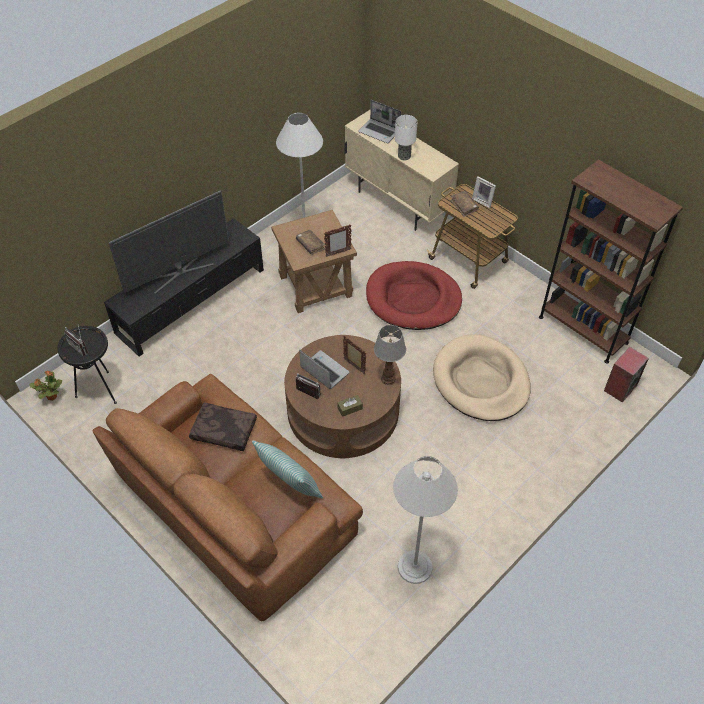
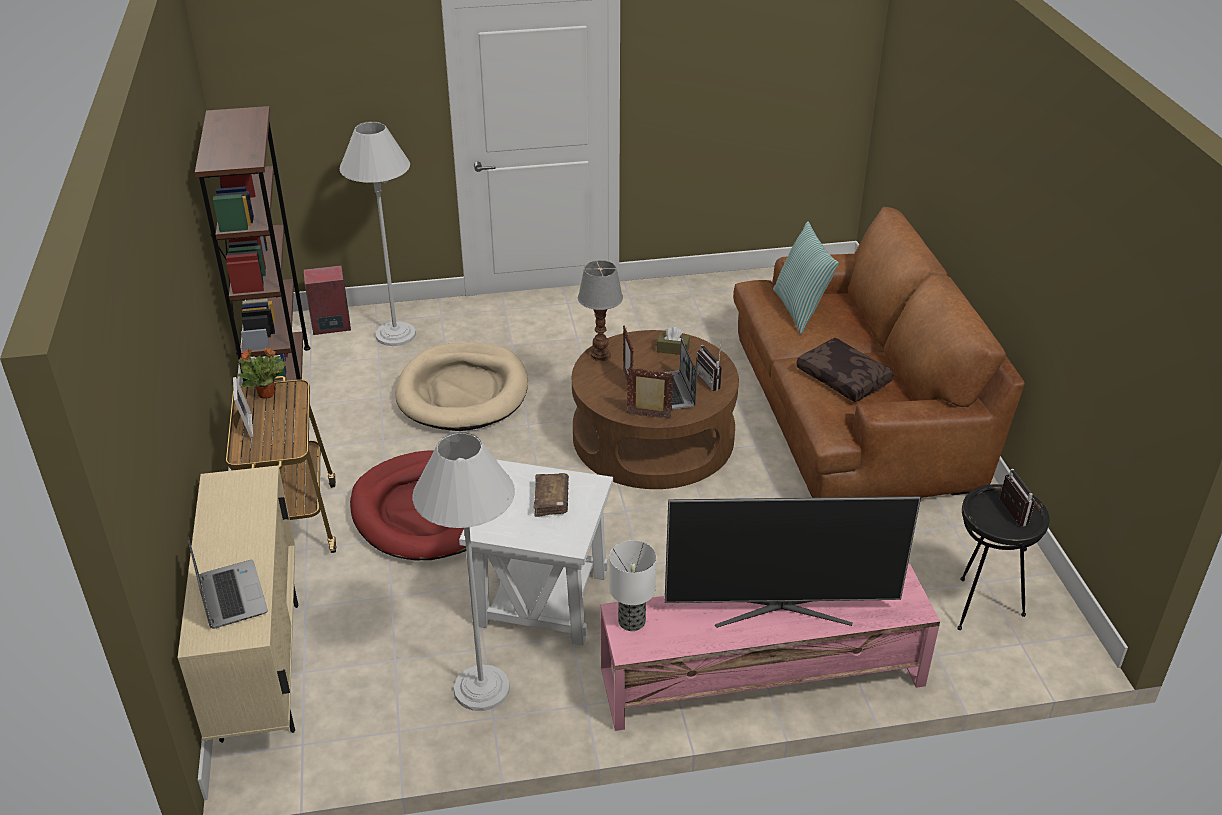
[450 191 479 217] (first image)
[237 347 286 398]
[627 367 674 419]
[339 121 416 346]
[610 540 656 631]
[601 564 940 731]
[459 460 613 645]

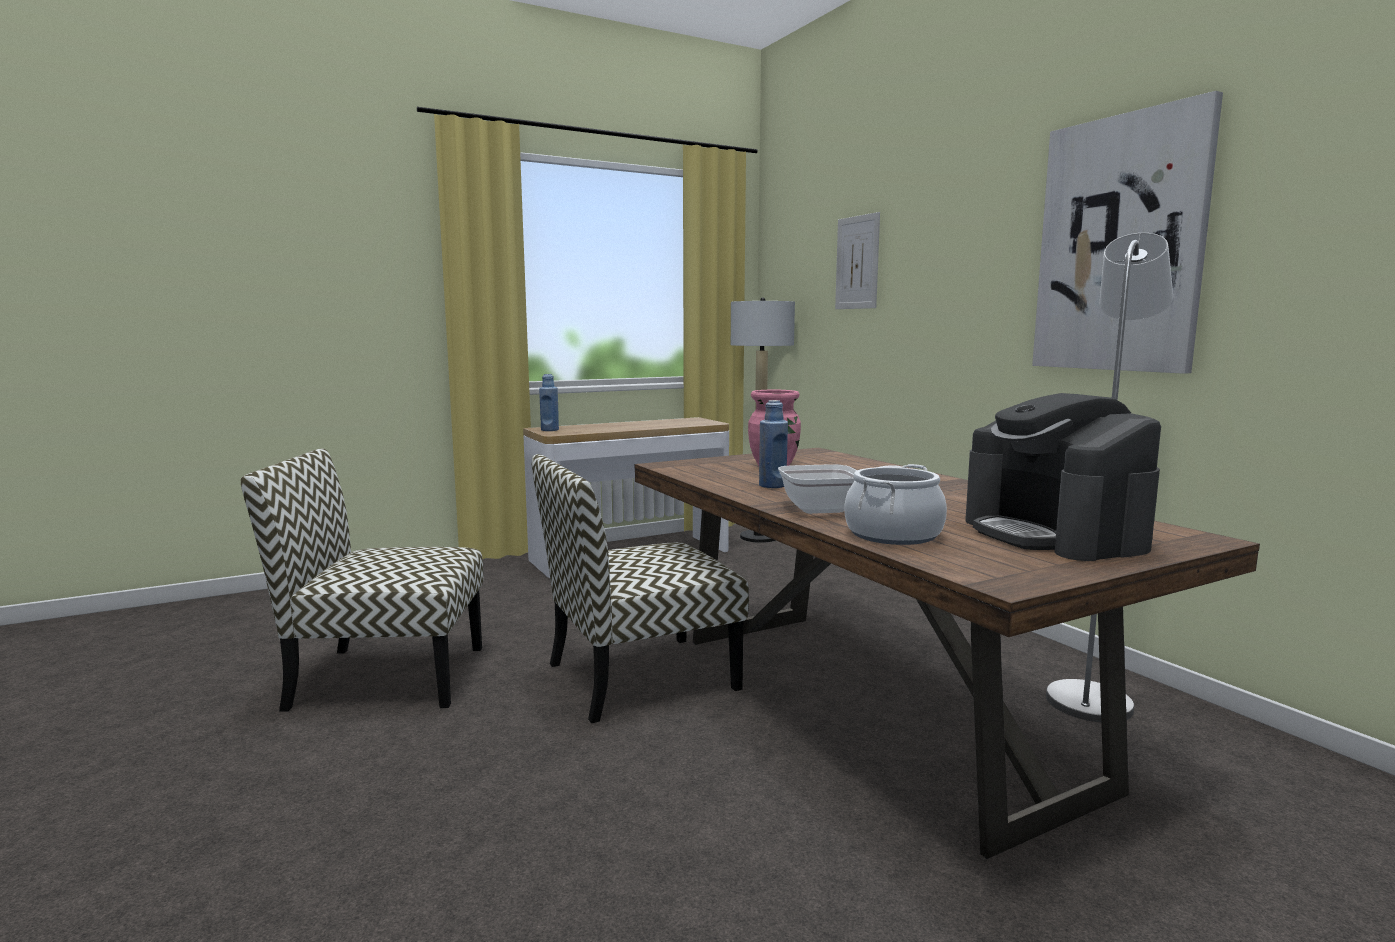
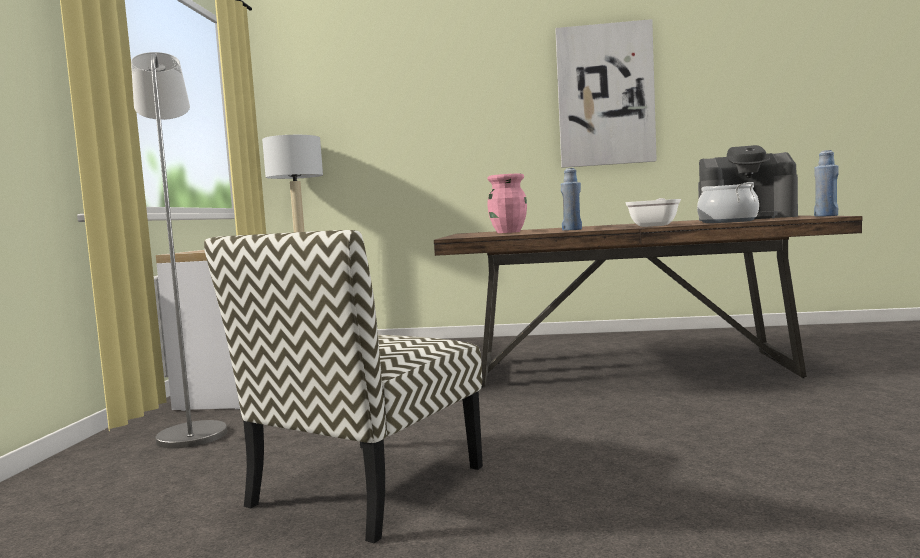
[531 454 749 723] (first image)
[835 212 880 309] (first image)
[814 150 839 217]
[131 52 227 449]

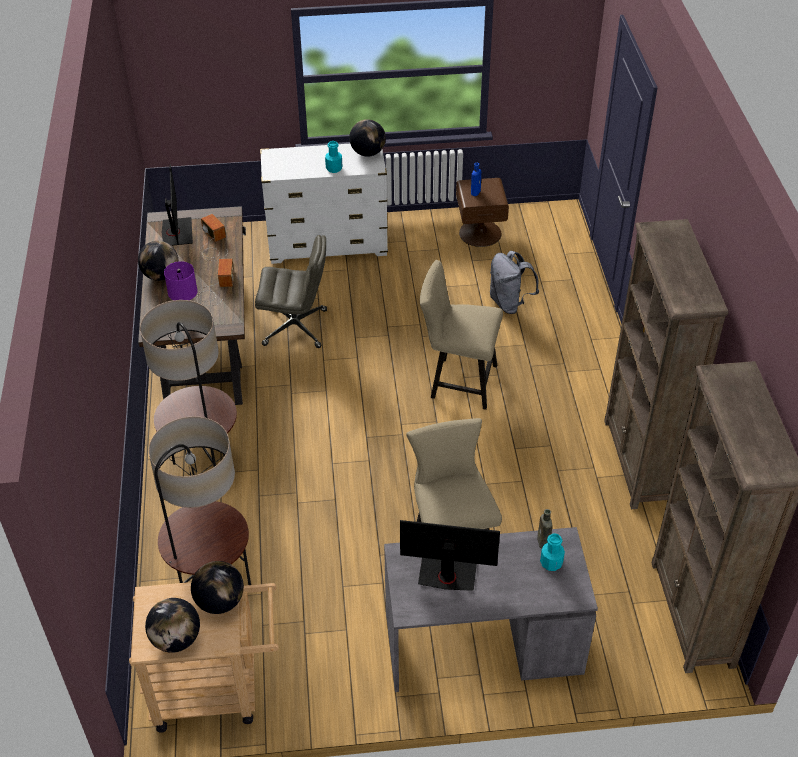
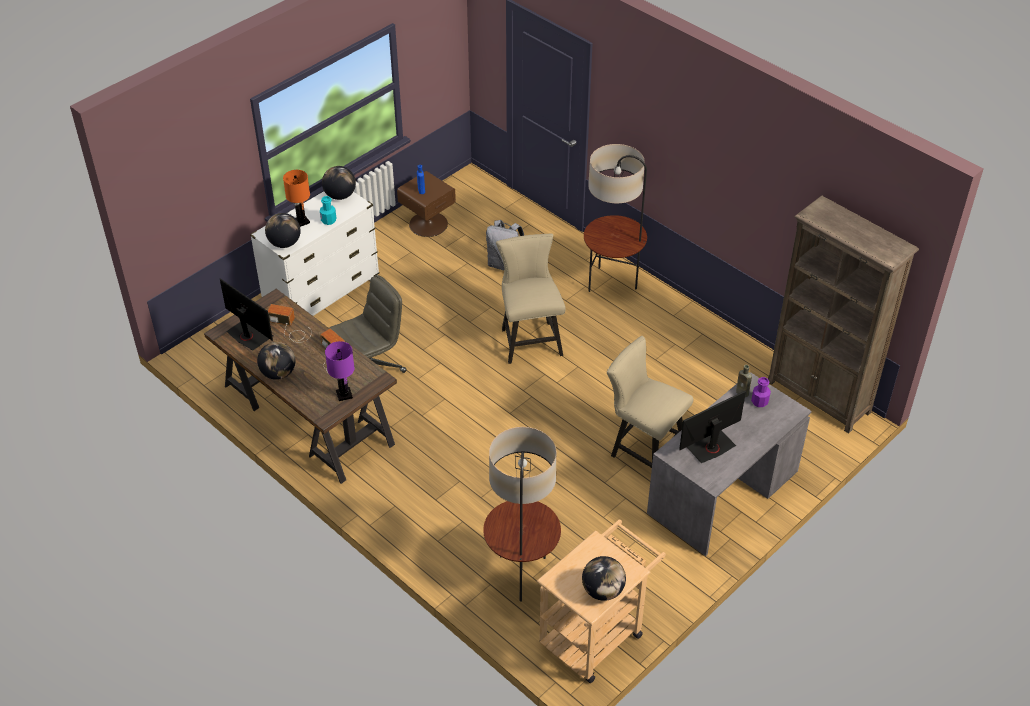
[604 219 728 509] (first image)
[283 170 310 227]
[584 144 647 292]
[265 213 301 248]
[751 377 771 407]
[496 234 566 364]

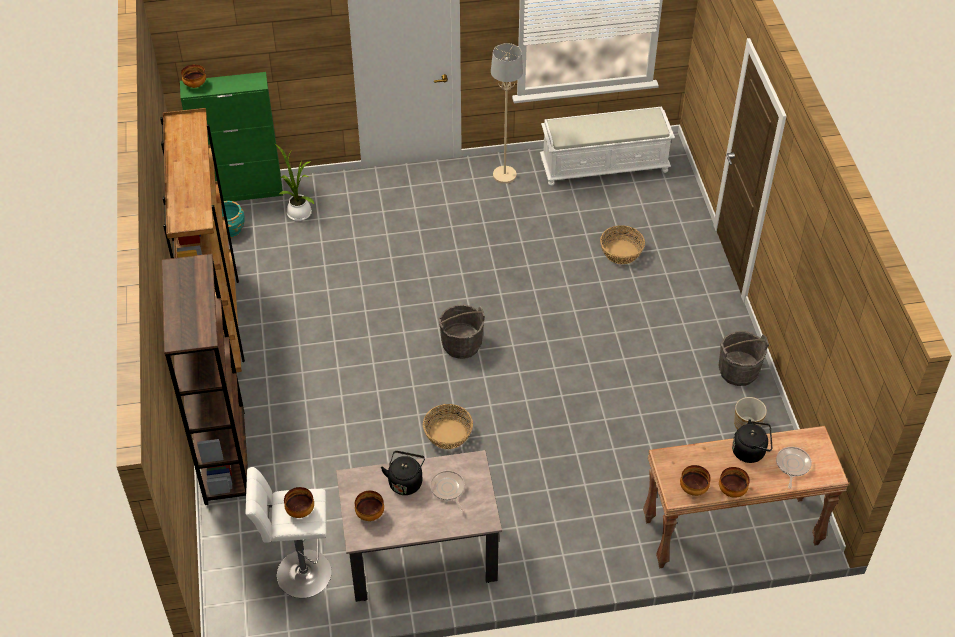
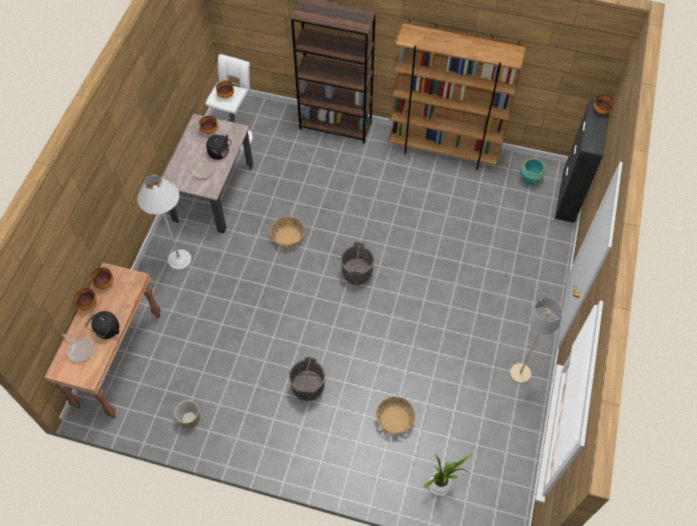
[540 106 675 186] (first image)
[137 175 191 270]
[424 453 472 495]
[289 356 325 401]
[555 100 609 223]

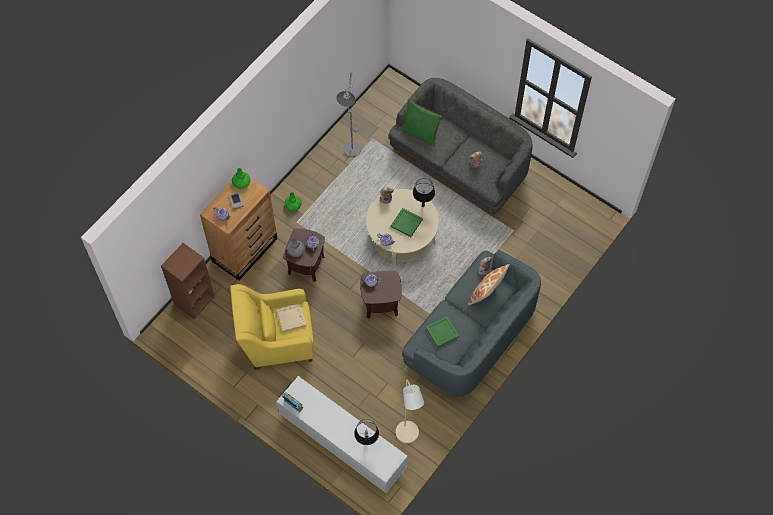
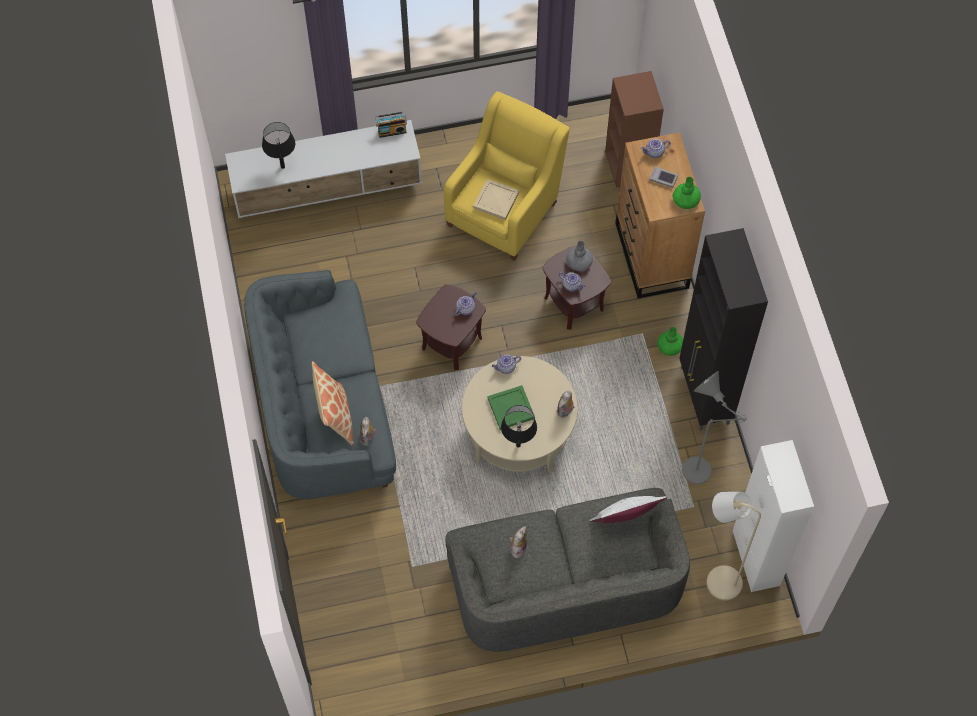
[426 316 459 348] (first image)
[679 228 768 431]
[733 440 814 592]
[707 492 761 600]
[590 496 667 523]

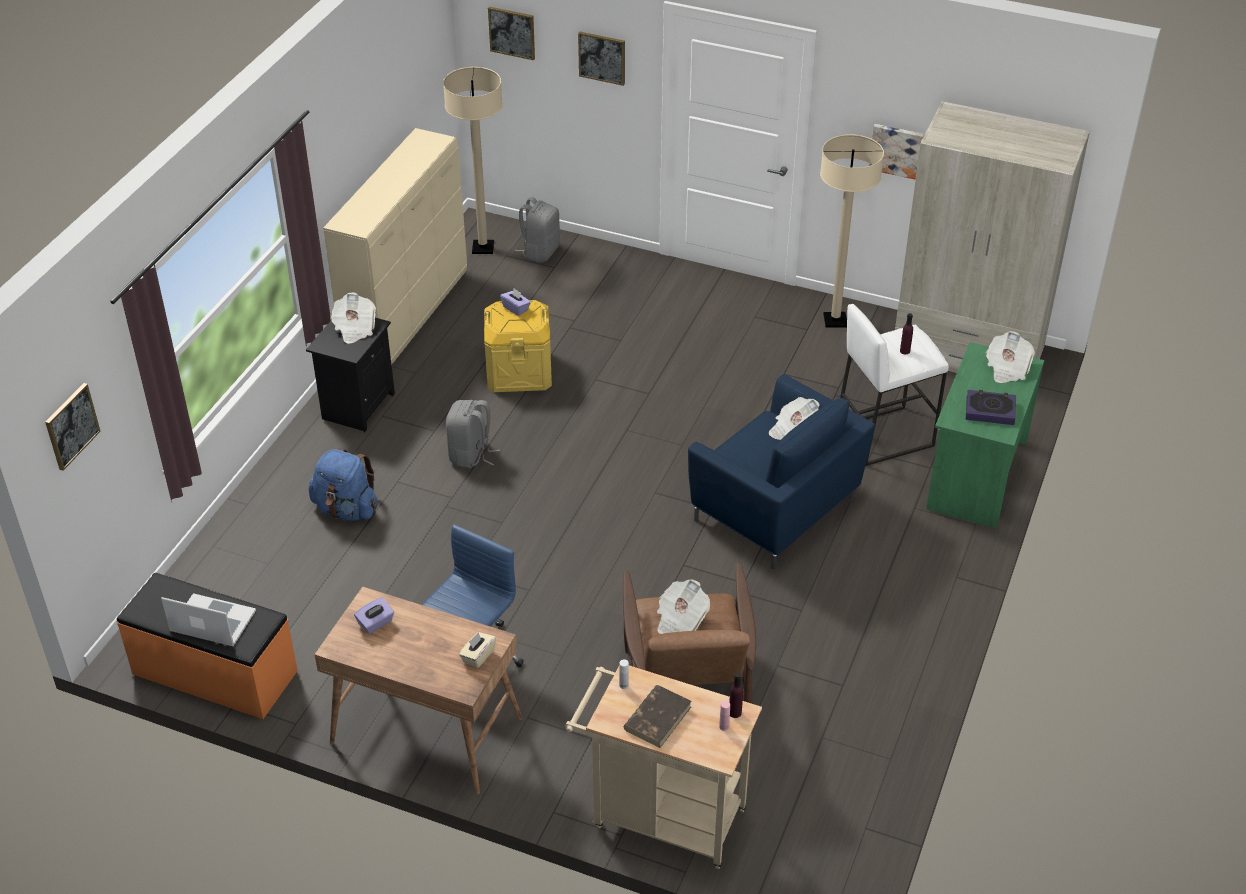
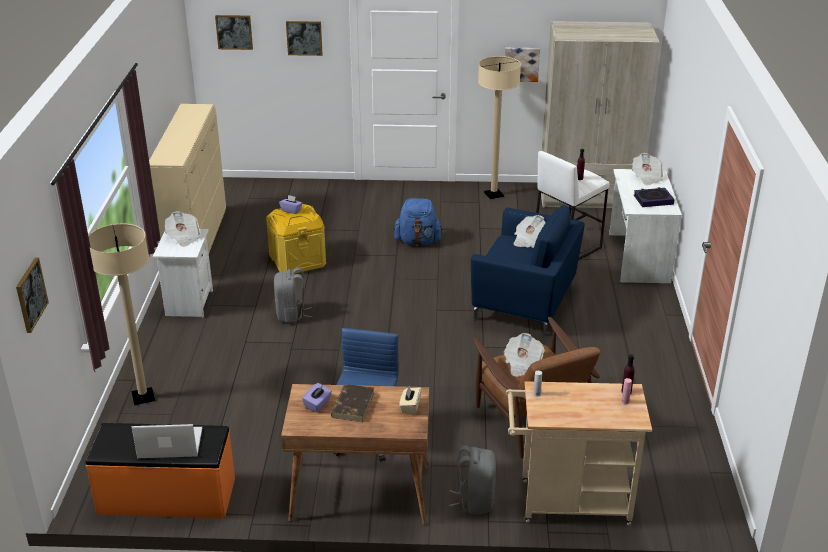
[394 198 443 245]
[88 224 155 405]
[449 445 496 514]
[331 384 374 422]
[153 229 213 318]
[609 169 682 283]

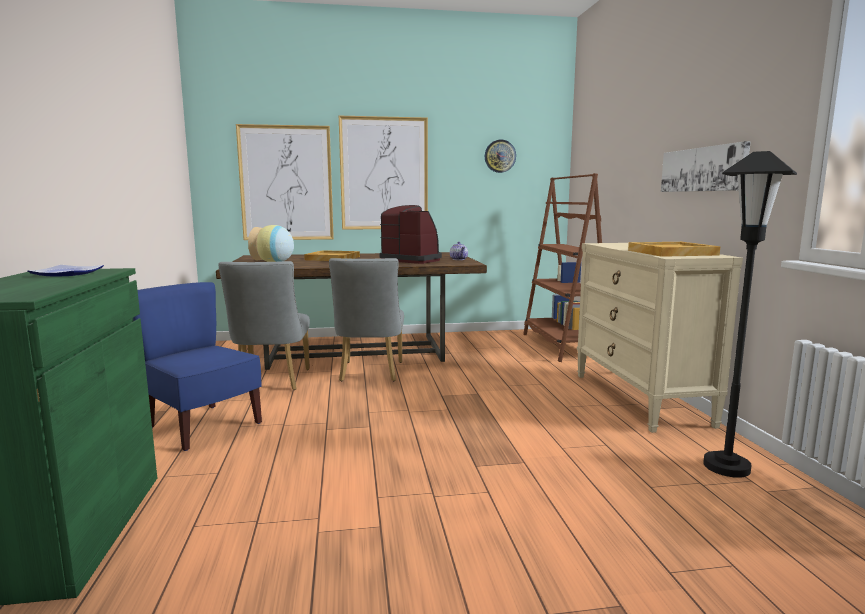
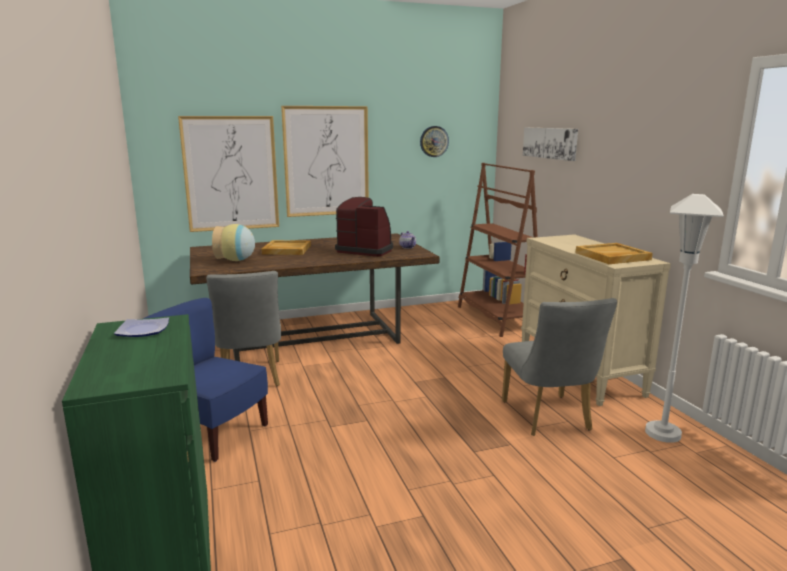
[502 298 617 436]
[523 127 578 161]
[645 194 724 443]

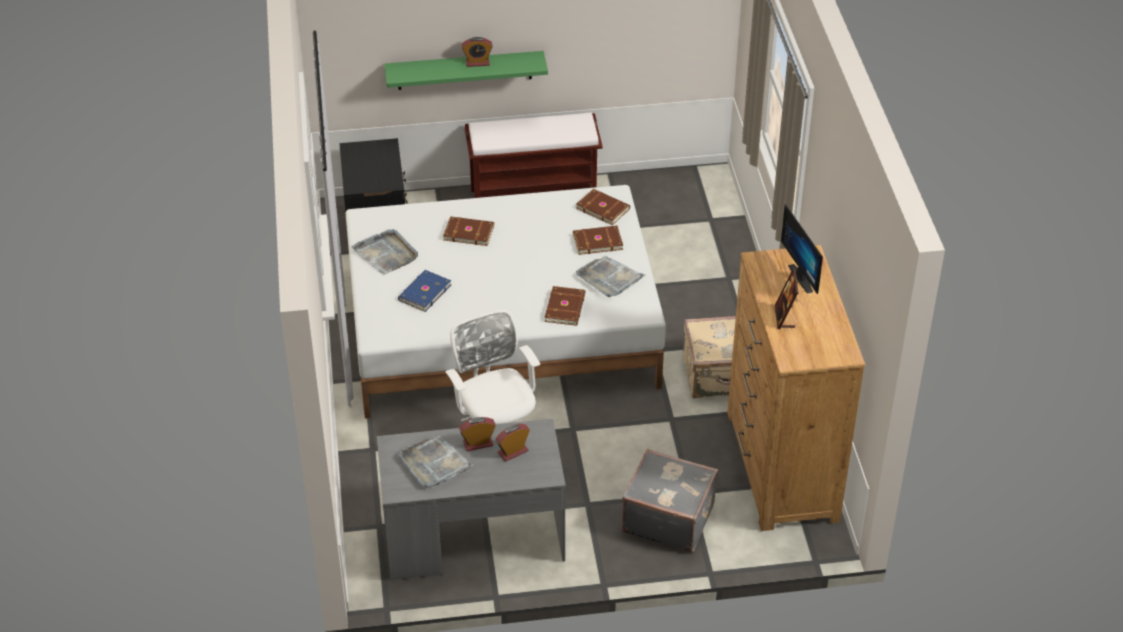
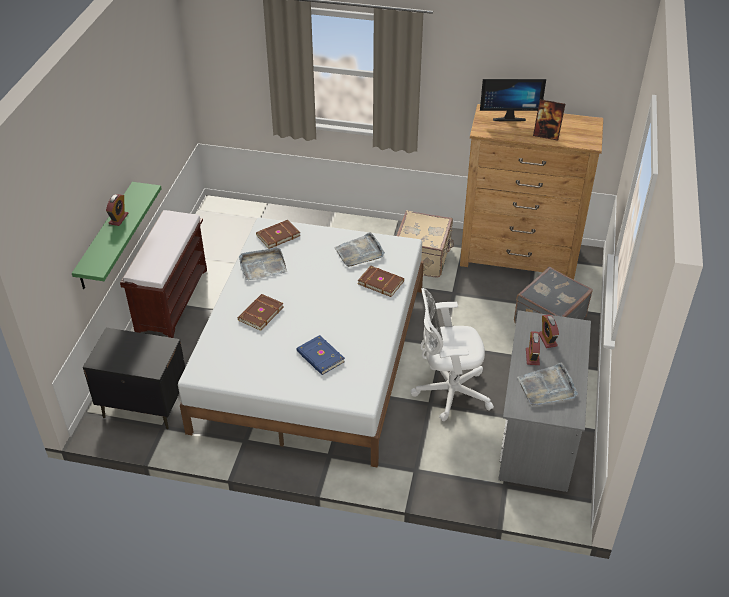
[573 226 623 255] (first image)
[239 248 287 280]

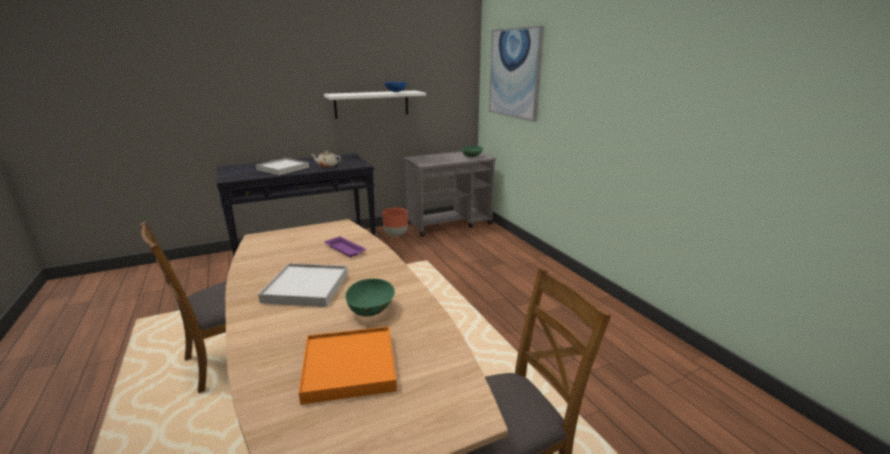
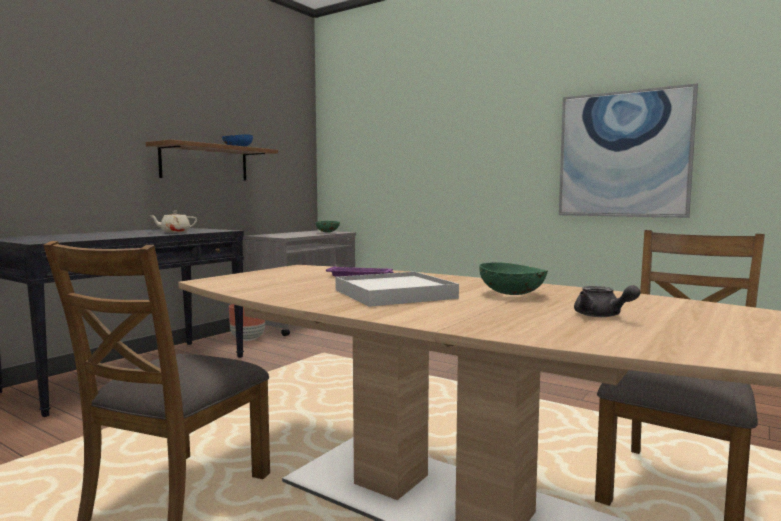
[256 158 309 175] (first image)
[559 83 698 218]
[574 285 640 317]
[146 140 278 181]

